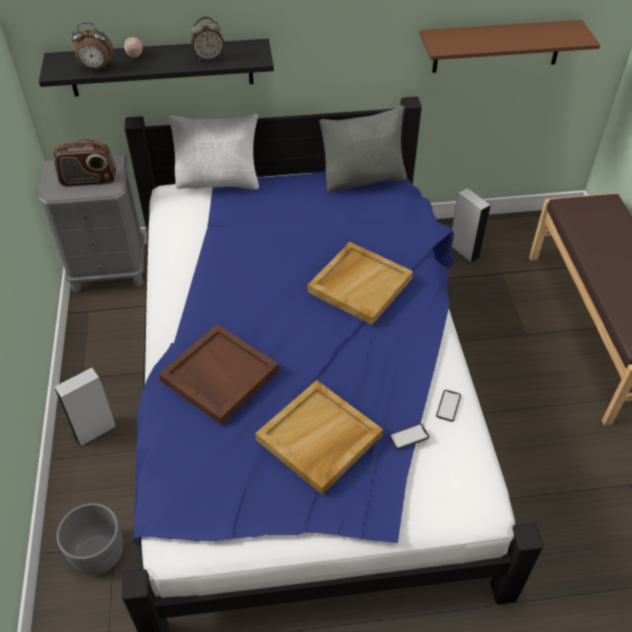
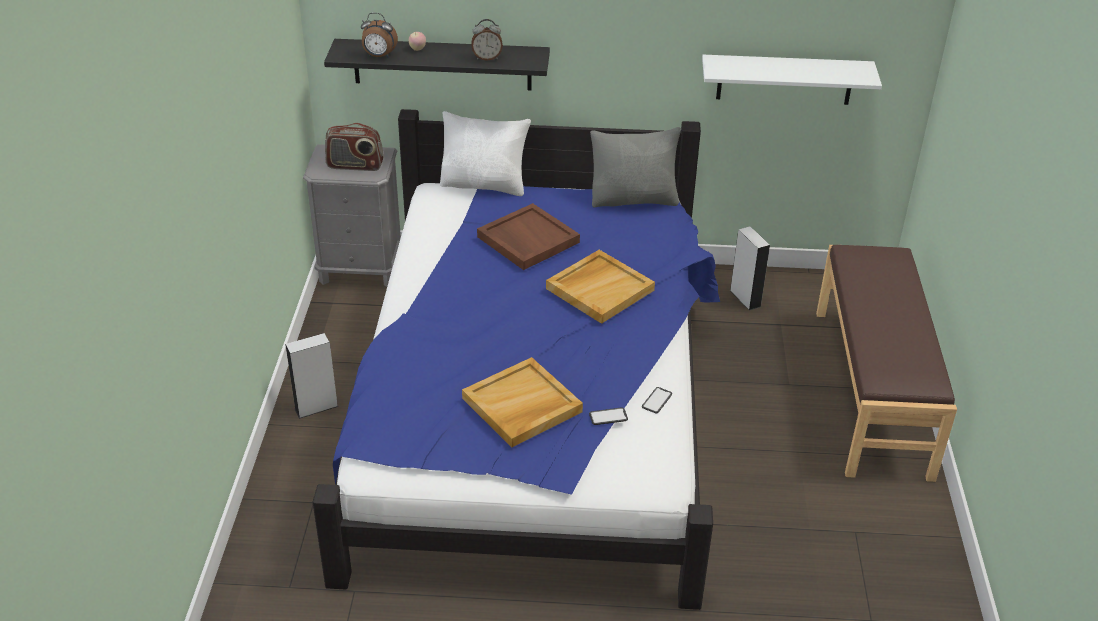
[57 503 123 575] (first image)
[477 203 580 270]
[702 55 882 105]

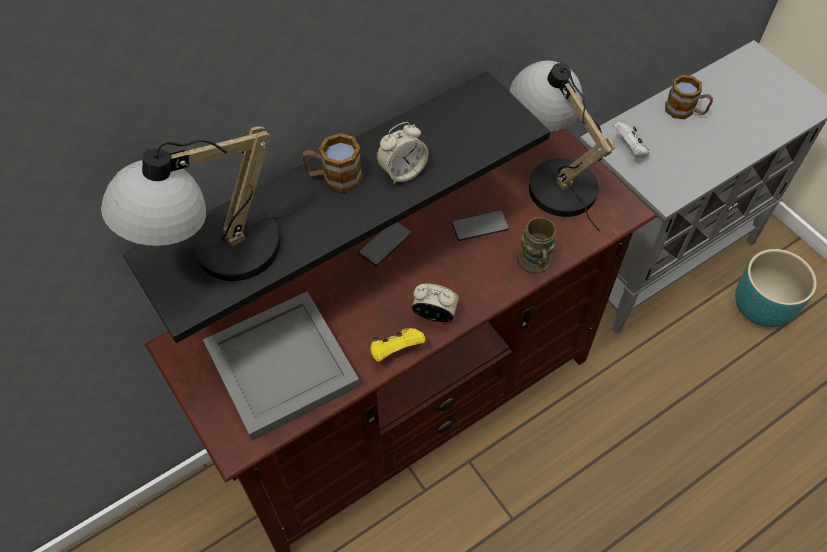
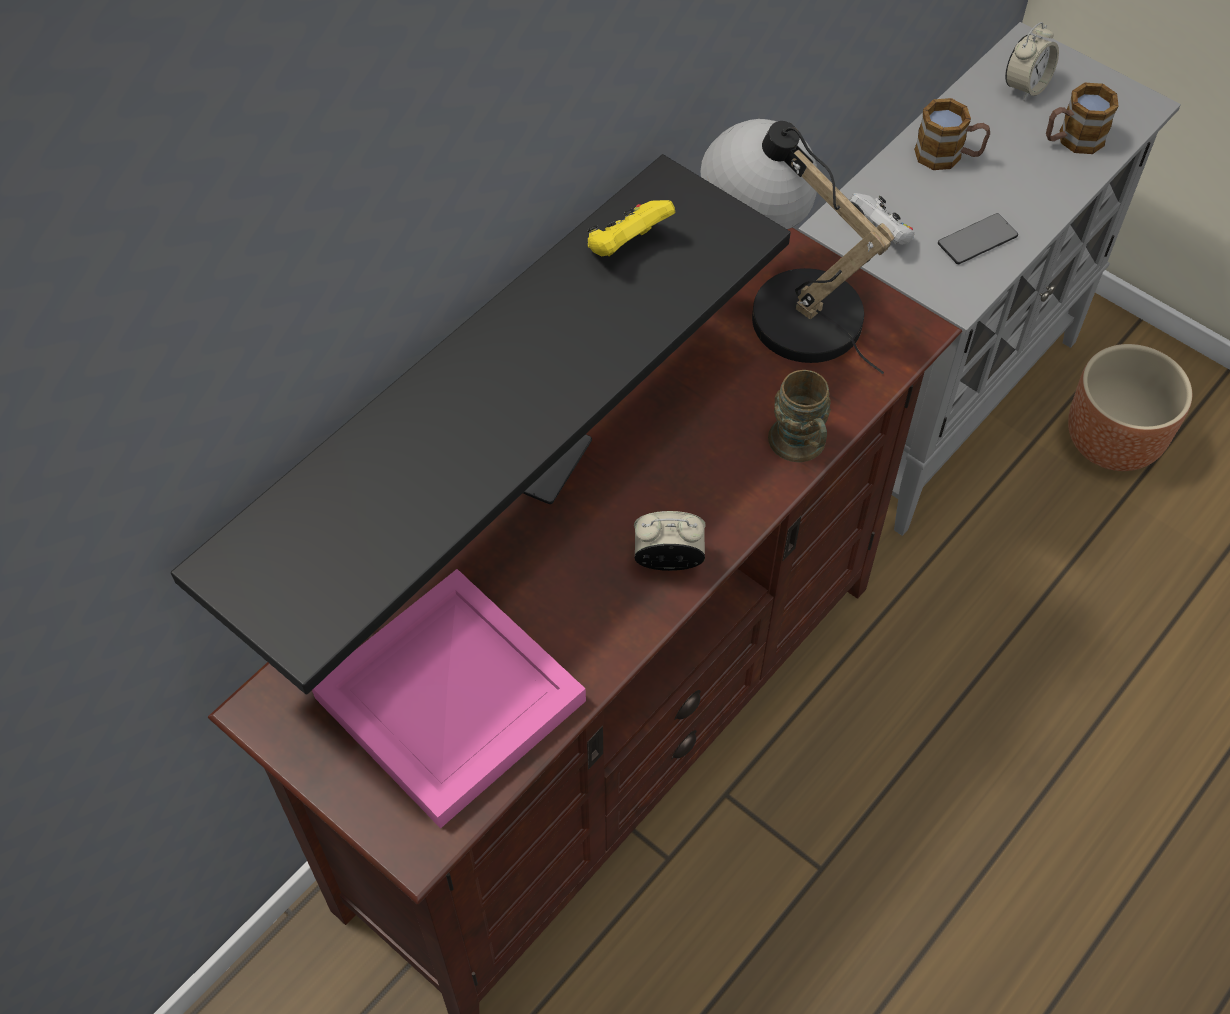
[101 126 302 281] (first image)
[1046 83 1119 154]
[588 200 675 256]
[1005 22 1059 101]
[938 213 1018 264]
[312 569 586 829]
[1068 344 1192 471]

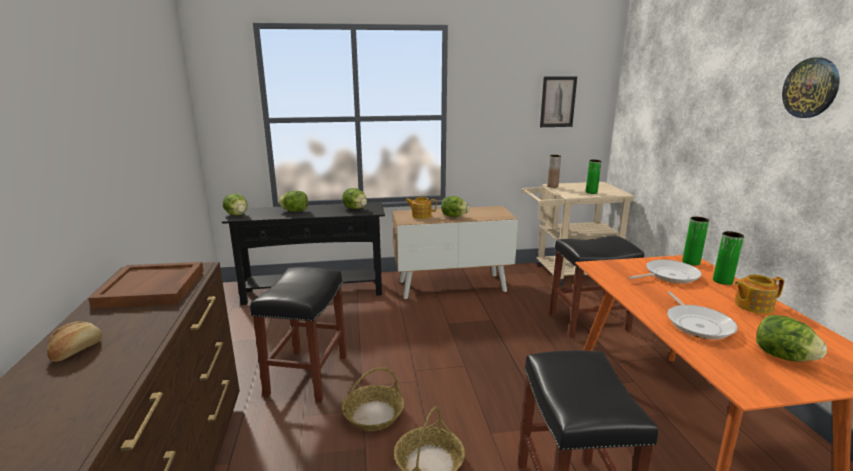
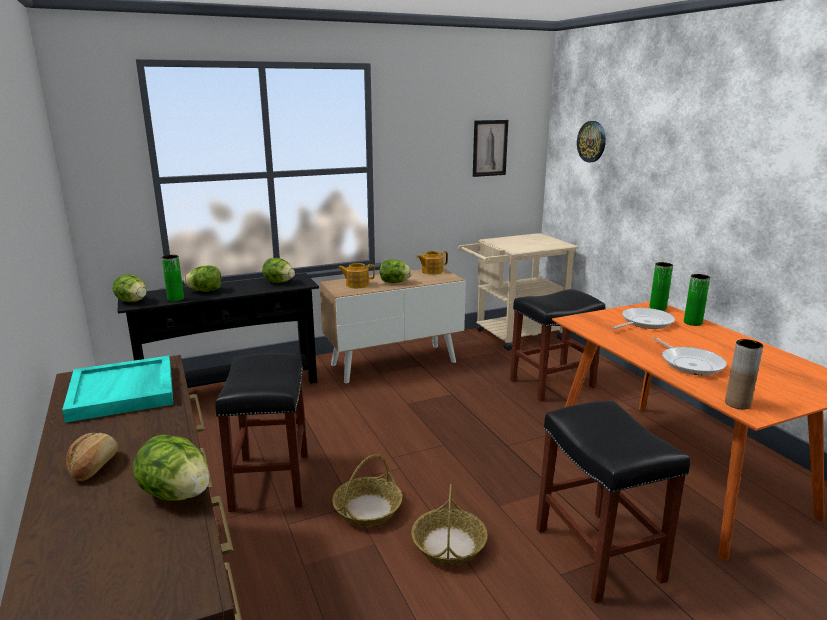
[725 339 763 409]
[162 255 184 302]
[416 251 448 275]
[133 434 210 501]
[577 121 606 163]
[62 356 173 423]

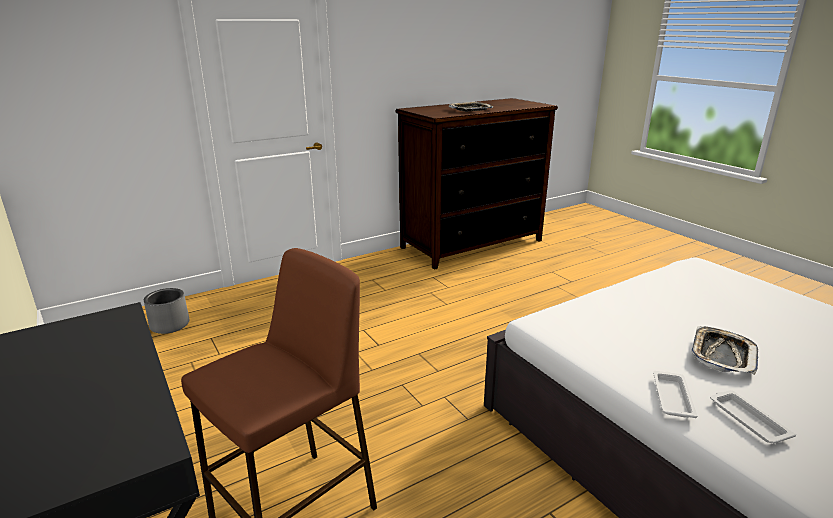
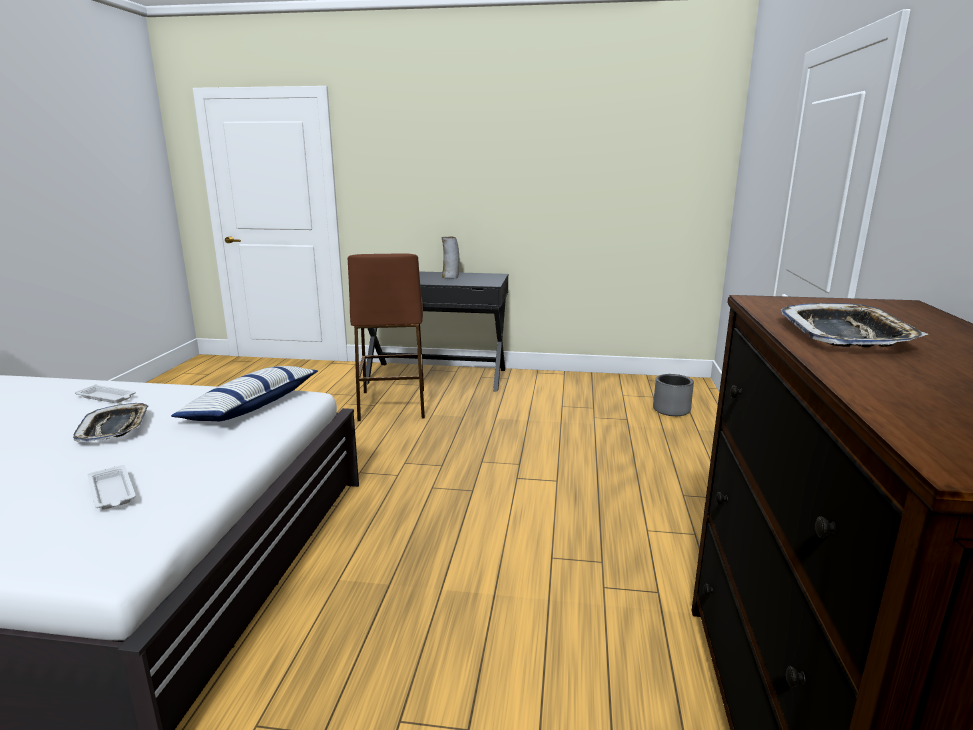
[171 366 318 421]
[441 237 459 279]
[87 465 136 510]

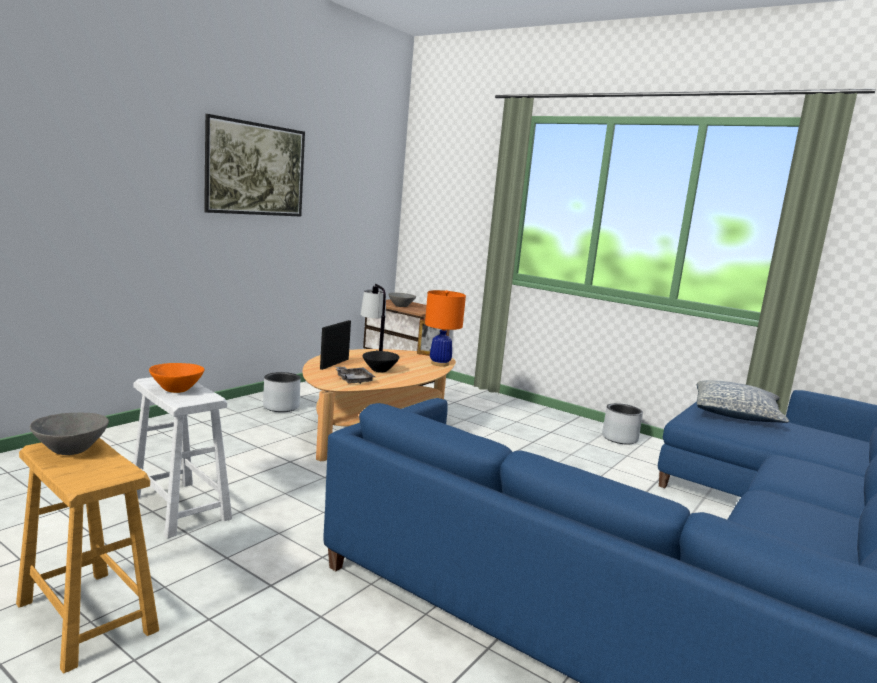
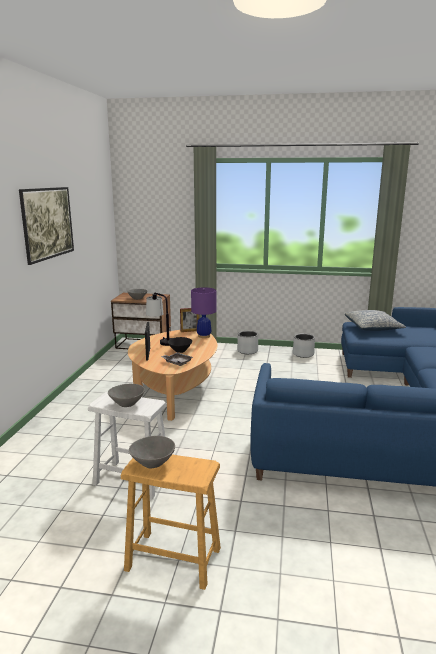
[237 331 258 354]
[108 384 145 407]
[191 287 216 338]

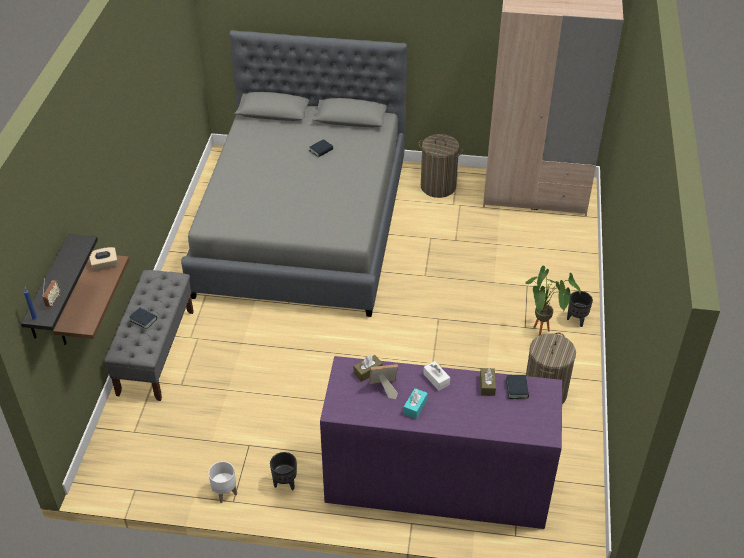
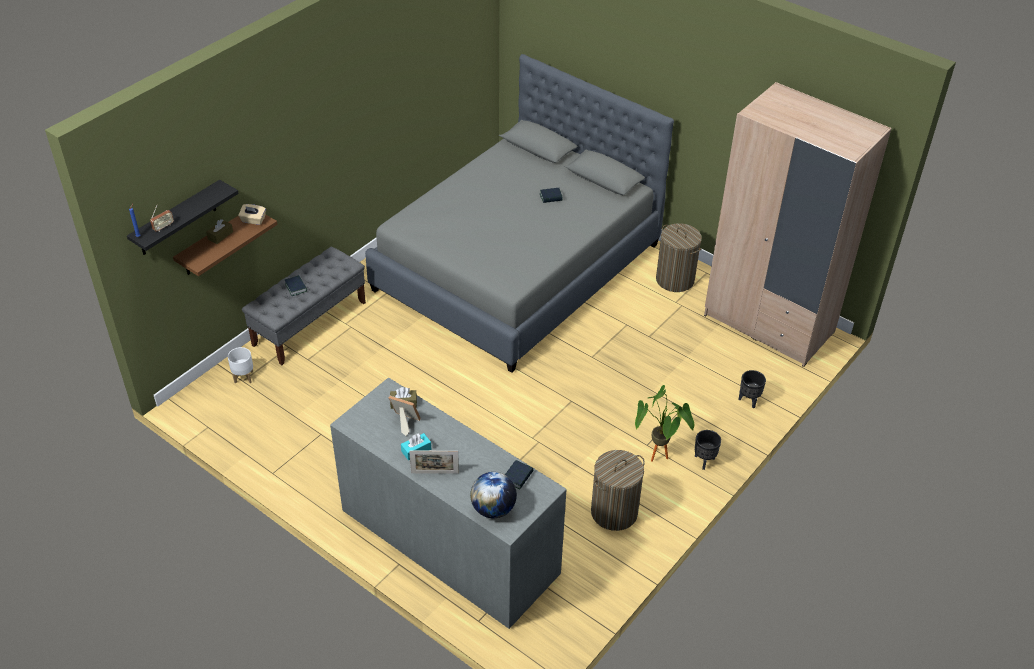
[423 361 450 391] (first image)
[409 450 459 474]
[470 472 517 518]
[228 347 253 384]
[739 370 766 408]
[206 219 233 244]
[330 377 567 629]

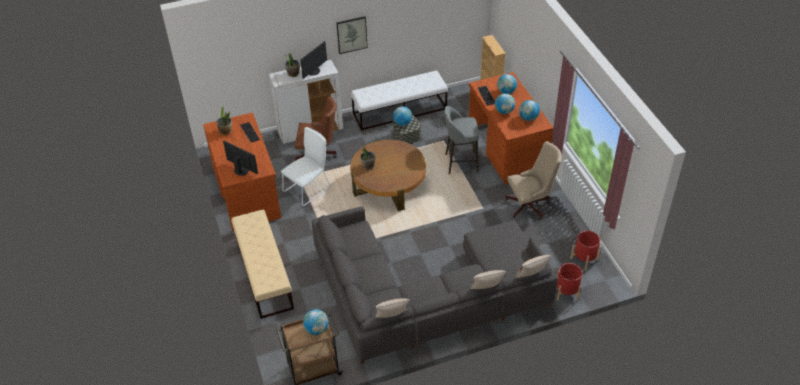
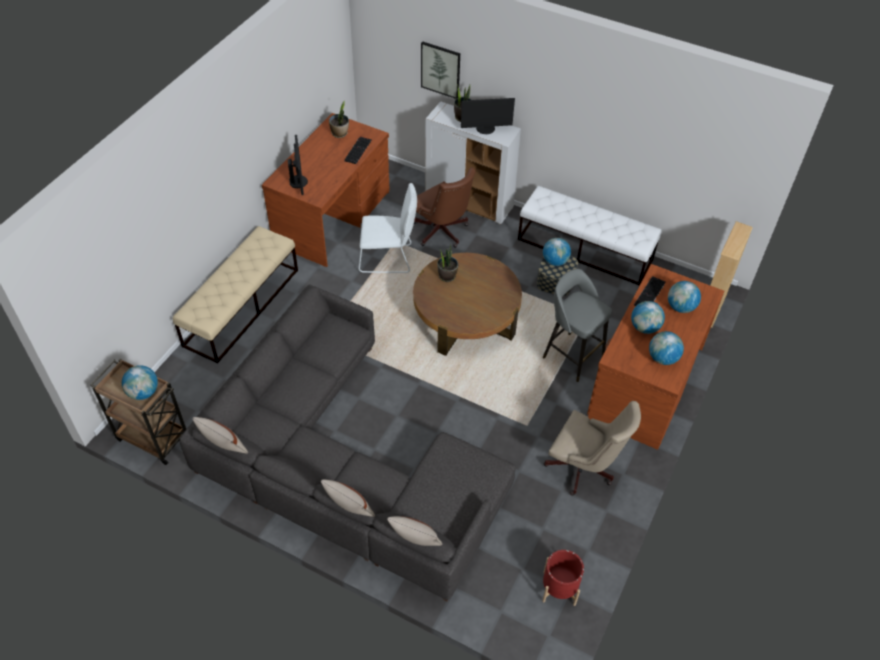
[557 263 582 301] (first image)
[421 42 460 99]

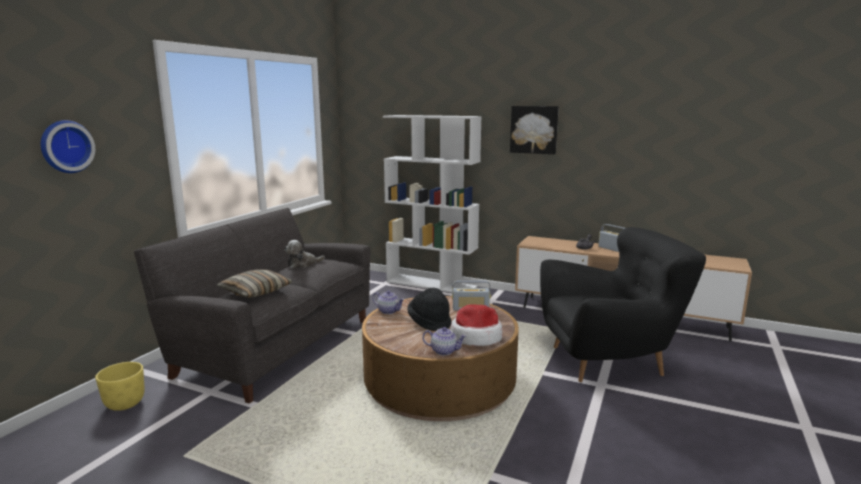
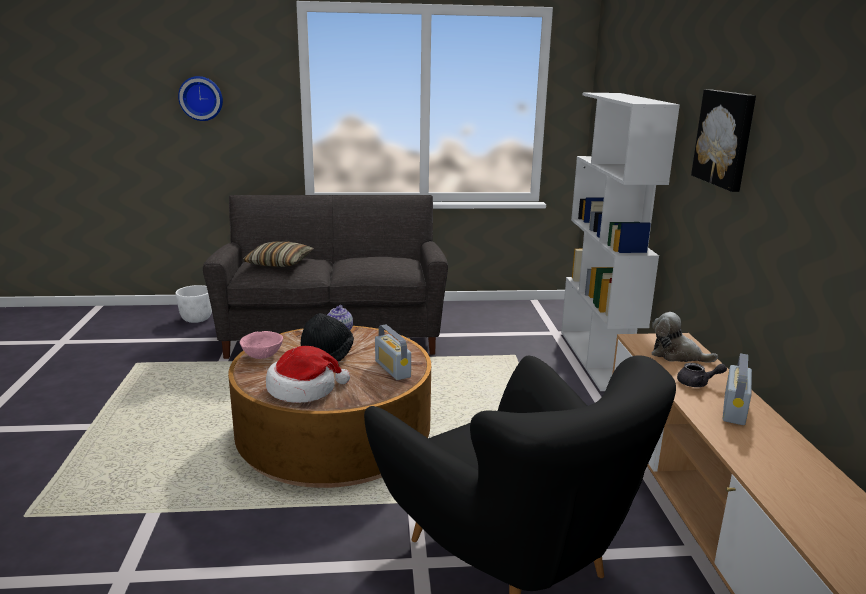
[422 327 466 356] (first image)
[240 331 283 359]
[652 312 718 363]
[175 285 212 323]

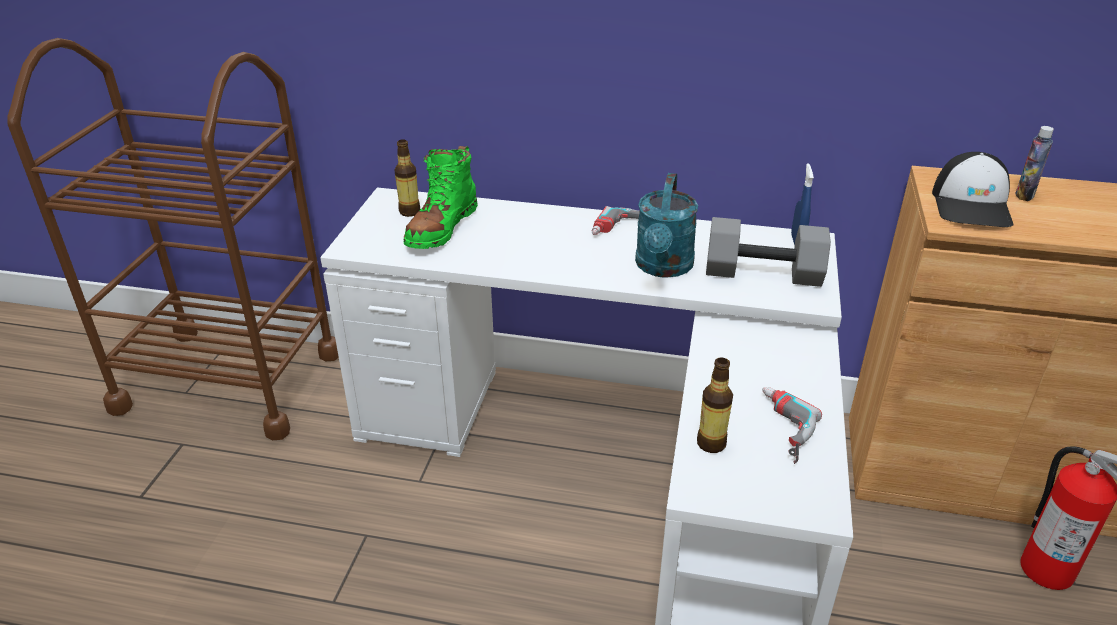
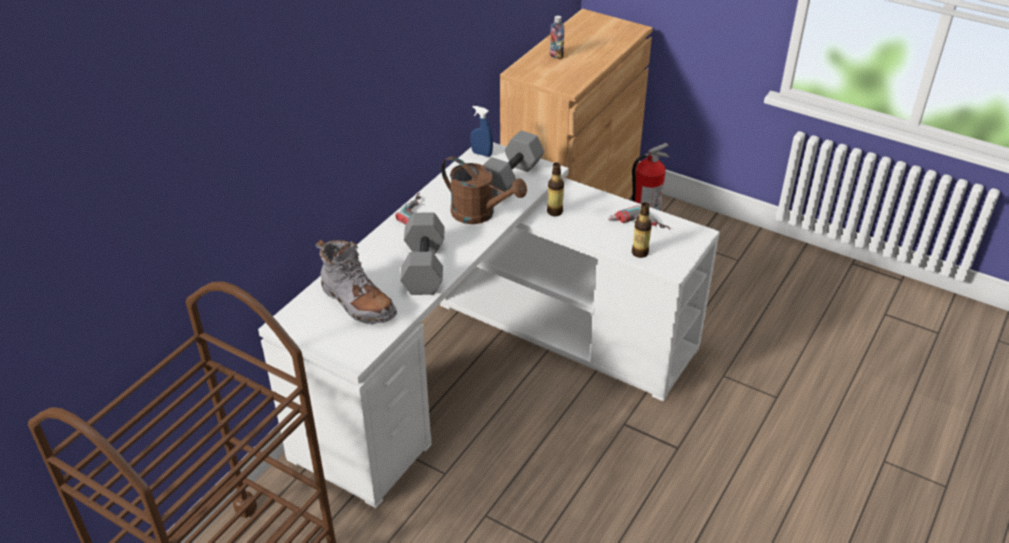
[932 152 1014 227] (first image)
[400 212 445 295]
[547 162 564 216]
[315 240 397 325]
[441 156 527 224]

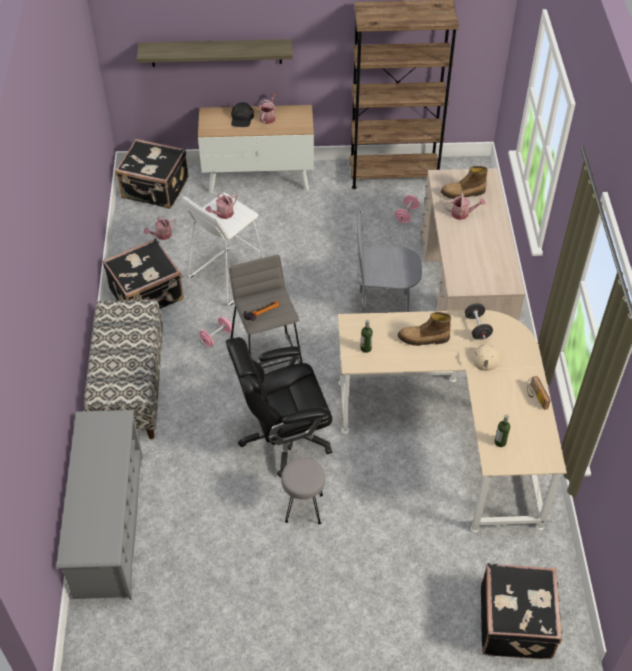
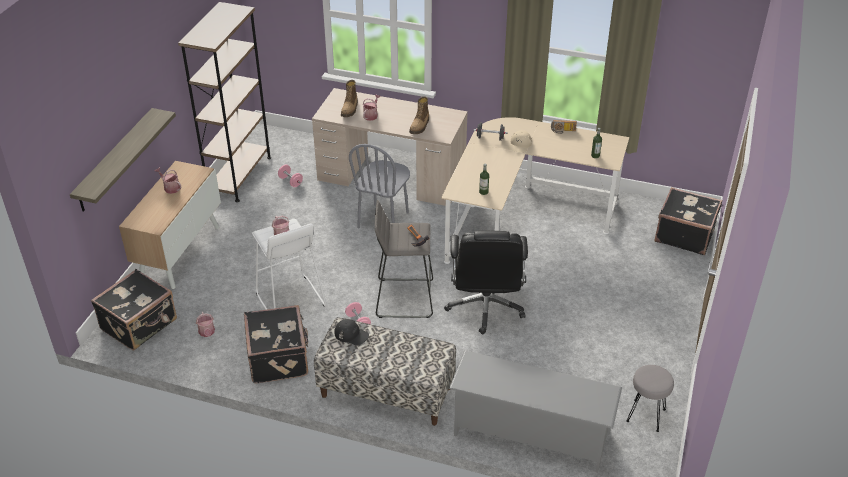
[334 319 369 345]
[626 365 674 432]
[409 96 429 134]

